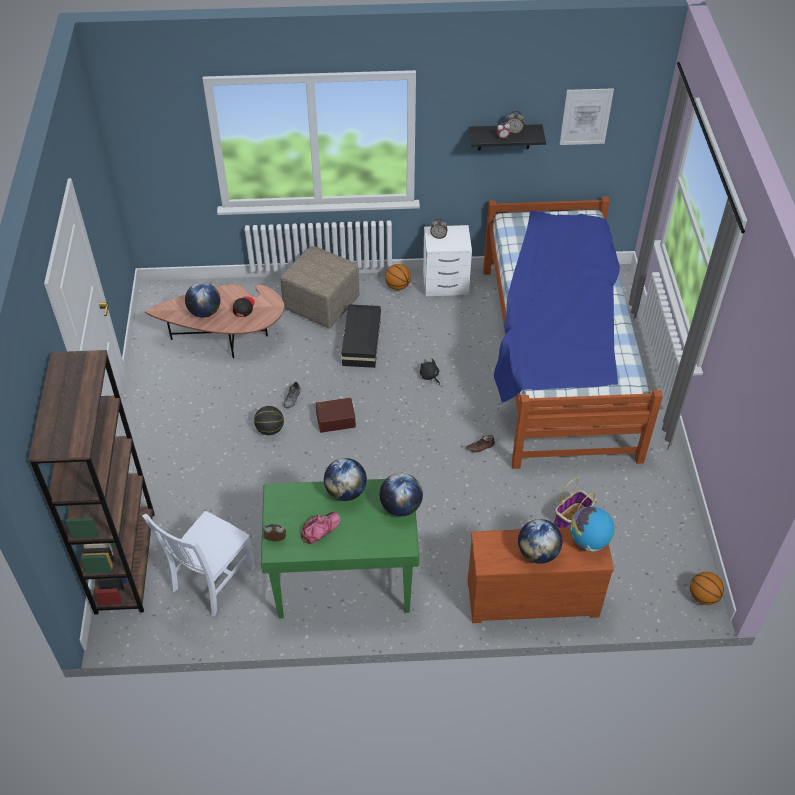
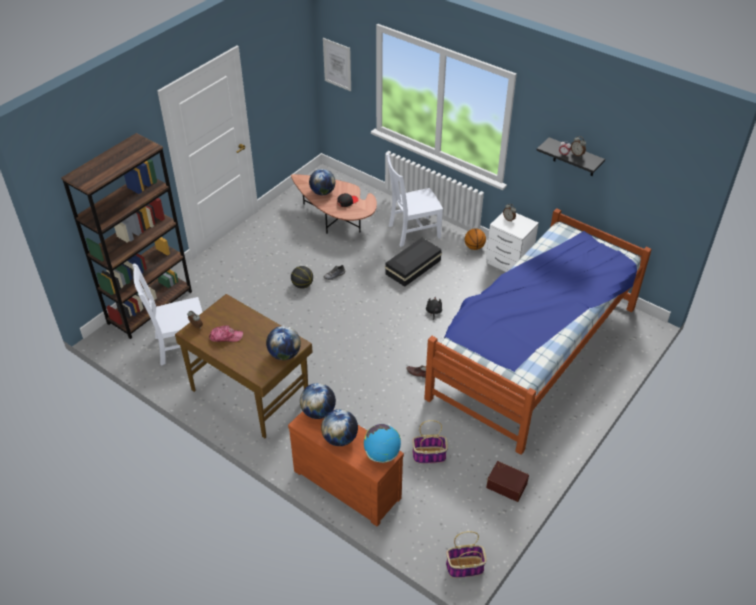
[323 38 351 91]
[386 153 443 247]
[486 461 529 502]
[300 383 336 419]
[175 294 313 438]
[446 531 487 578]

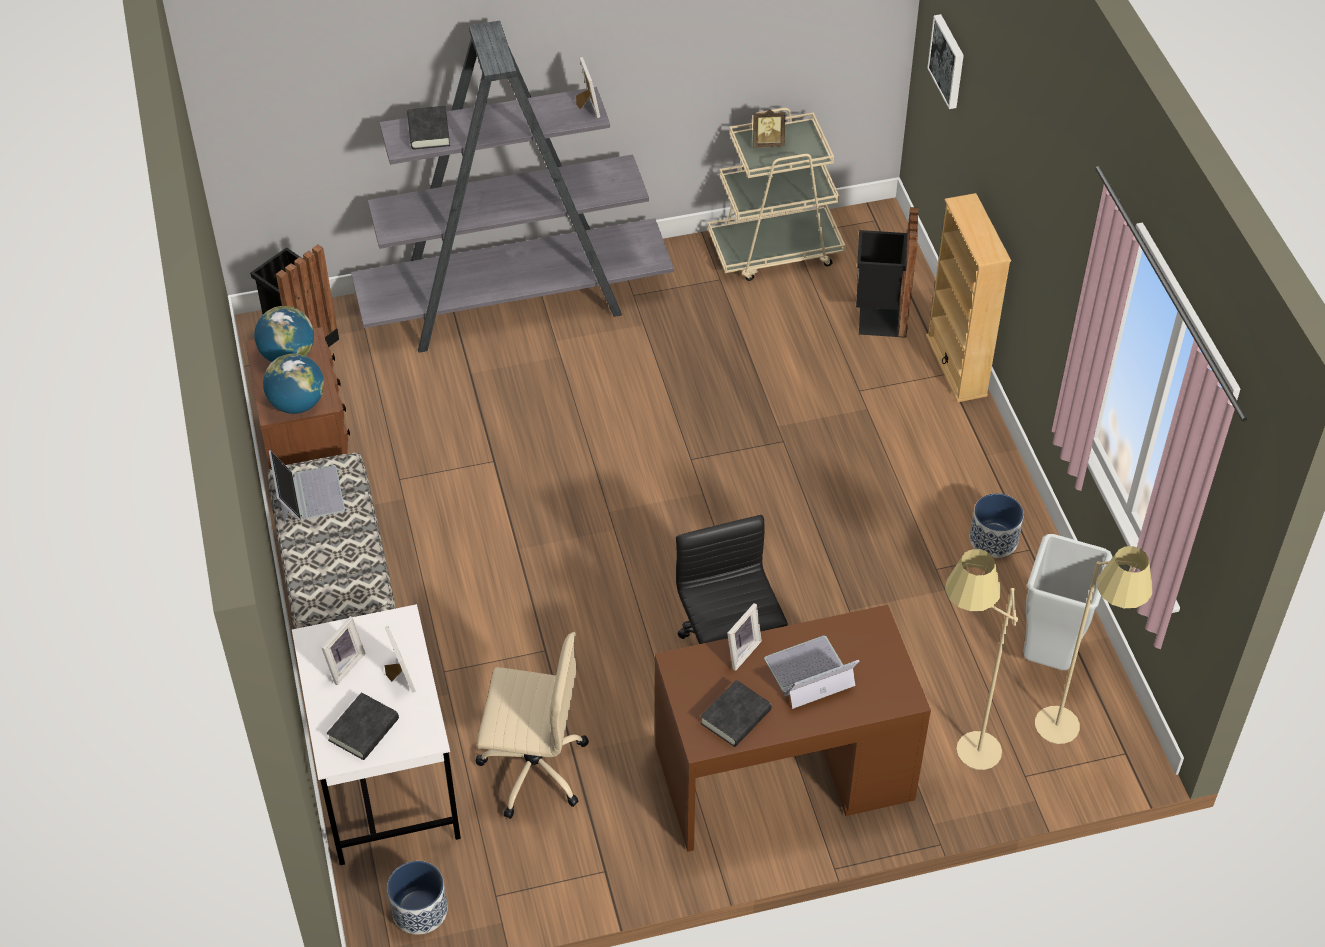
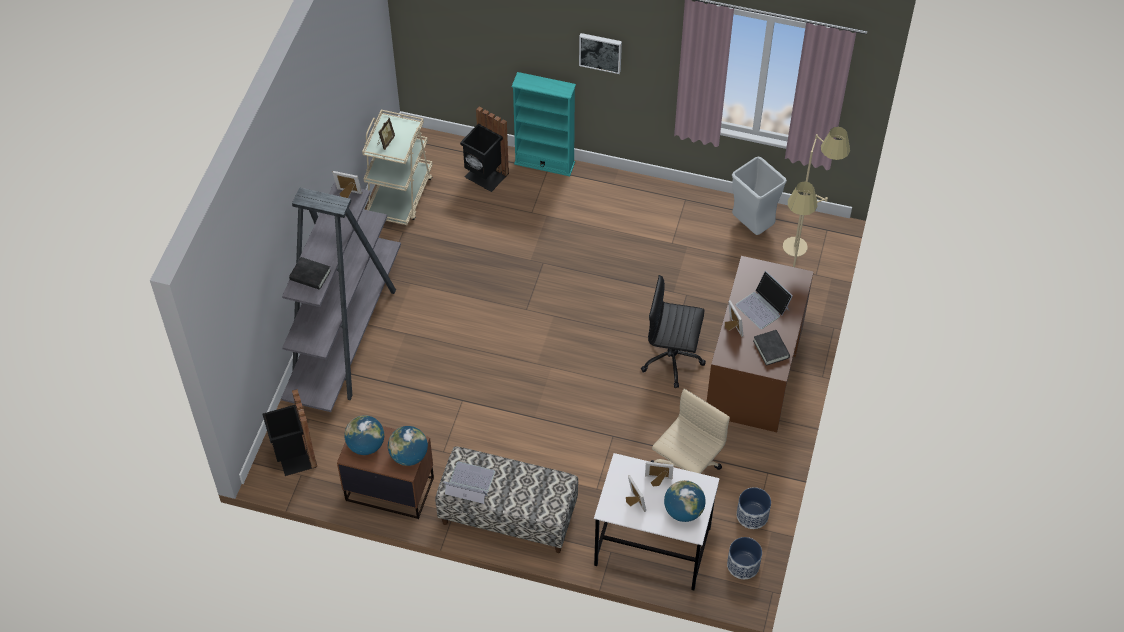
[579 33 622 74]
[512 72 576 176]
[737 487 771 529]
[736 271 793 329]
[664 480 706 522]

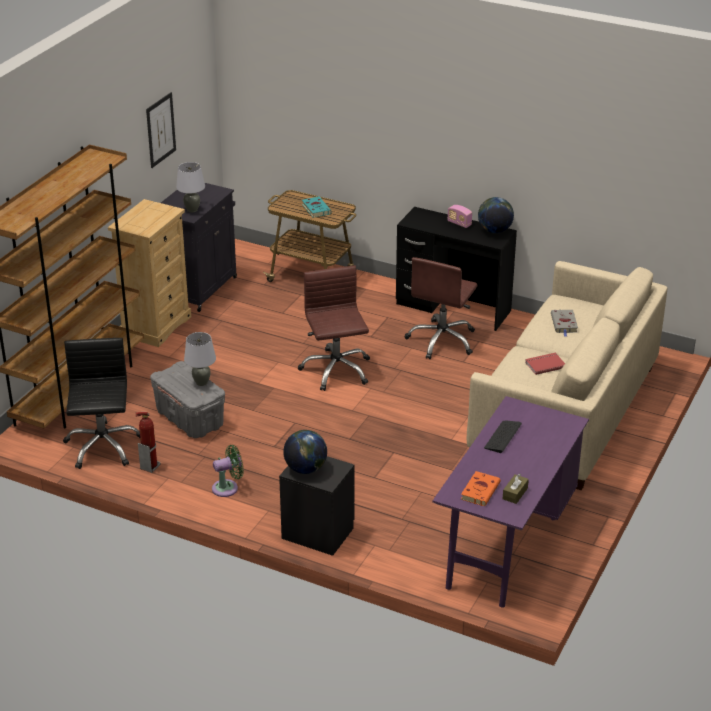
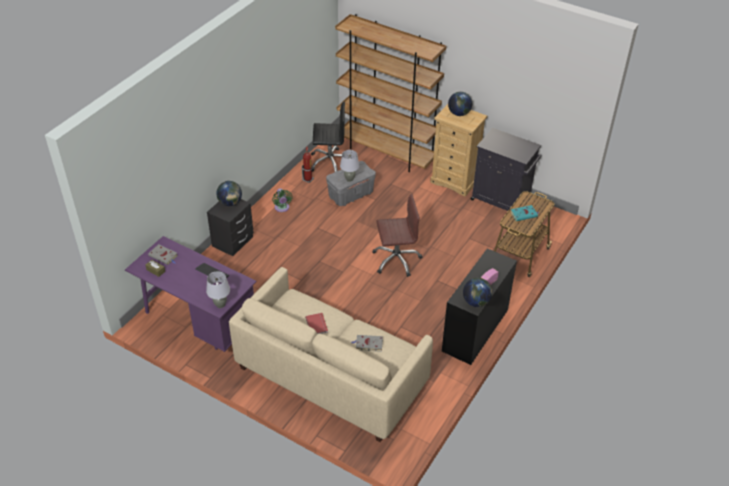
[146 92 176 168] (first image)
[206 271 230 308]
[405 257 477 359] (first image)
[148 244 178 265]
[448 92 472 116]

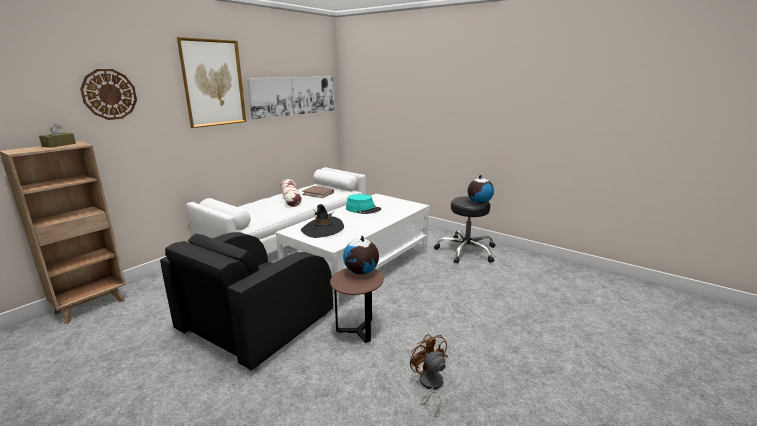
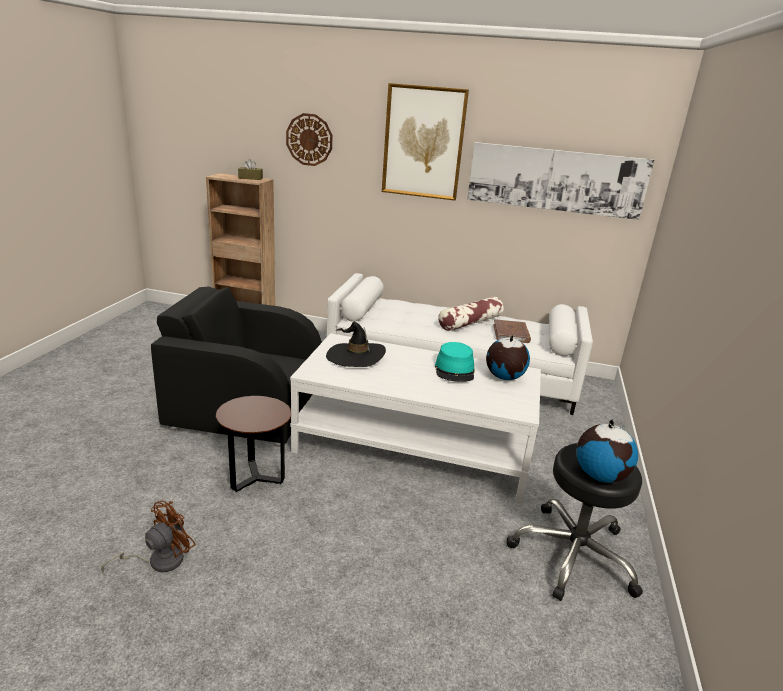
[486 335 530 380]

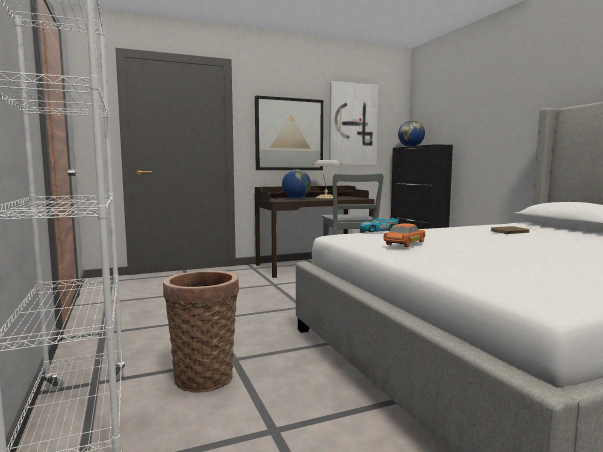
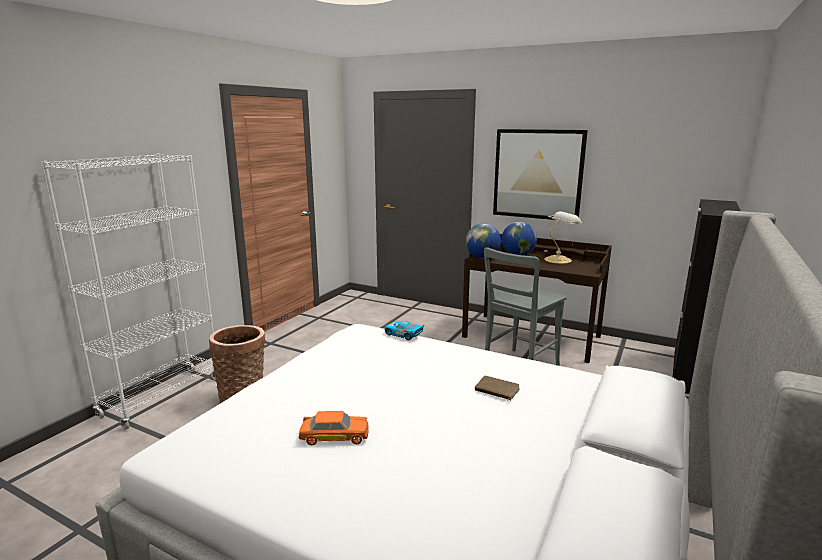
[329 81 378 165] (first image)
[466 223 501 259]
[299 411 369 445]

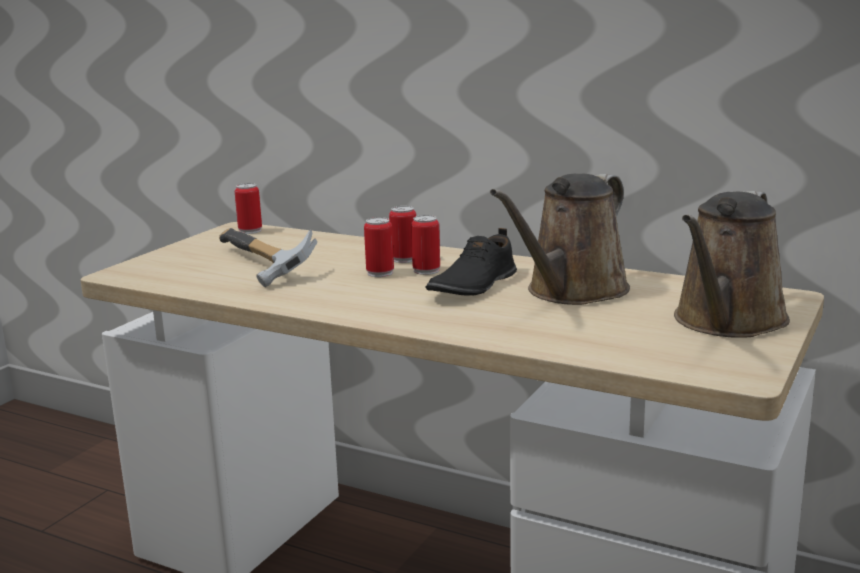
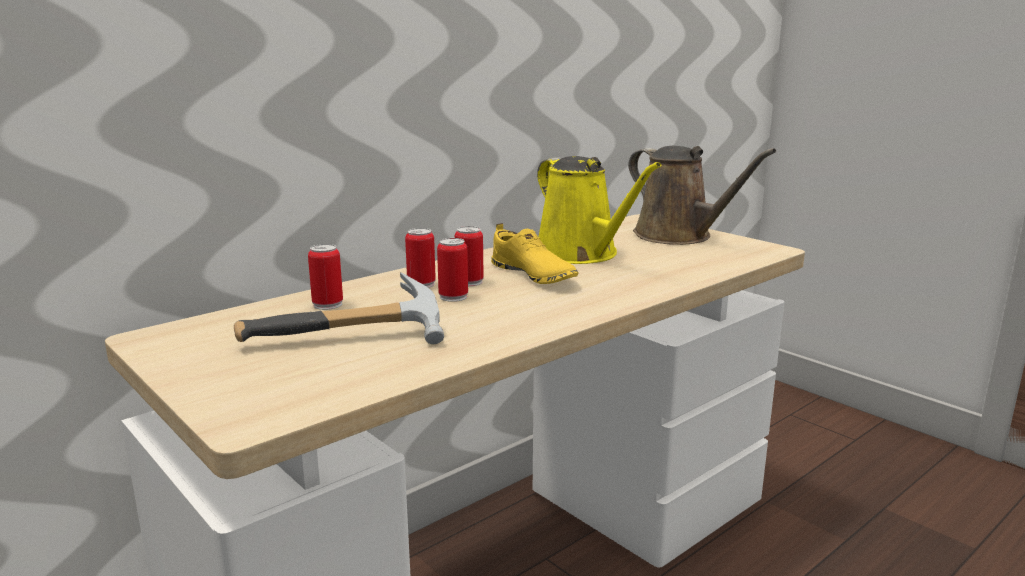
[537 156 661 264]
[308 244 343 310]
[491 223 579 284]

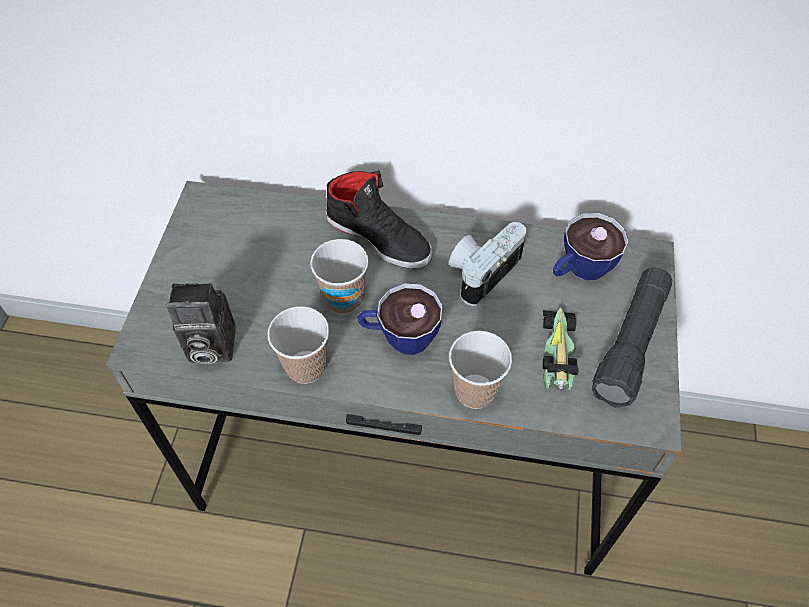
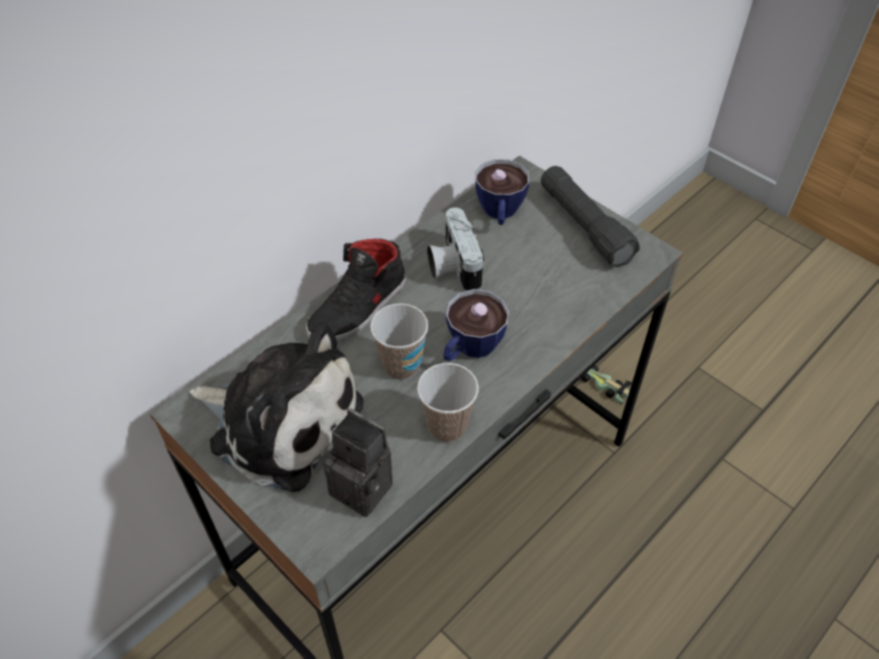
[306 239 406 342]
[324 409 393 517]
[581 365 631 404]
[449 331 512 409] (first image)
[189 322 363 492]

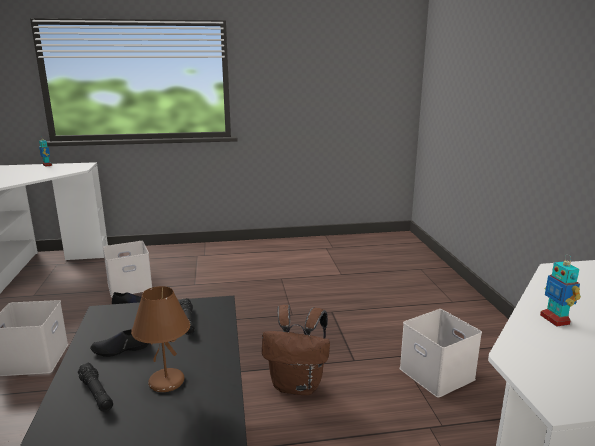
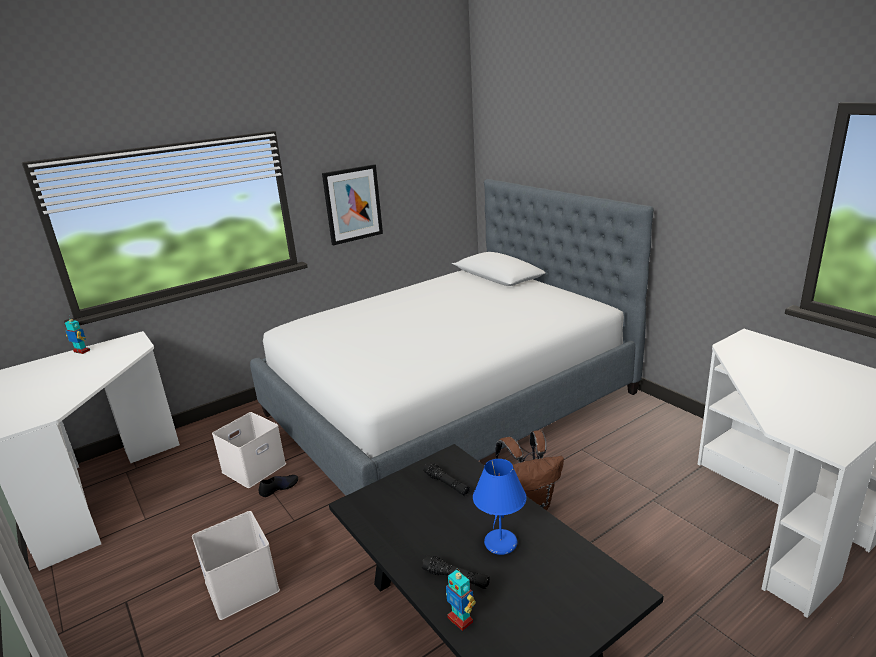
[446 568 476 631]
[473 459 527 555]
[399 309 482 398] (first image)
[90 329 149 357] (first image)
[322 164 383 245]
[250 179 654 496]

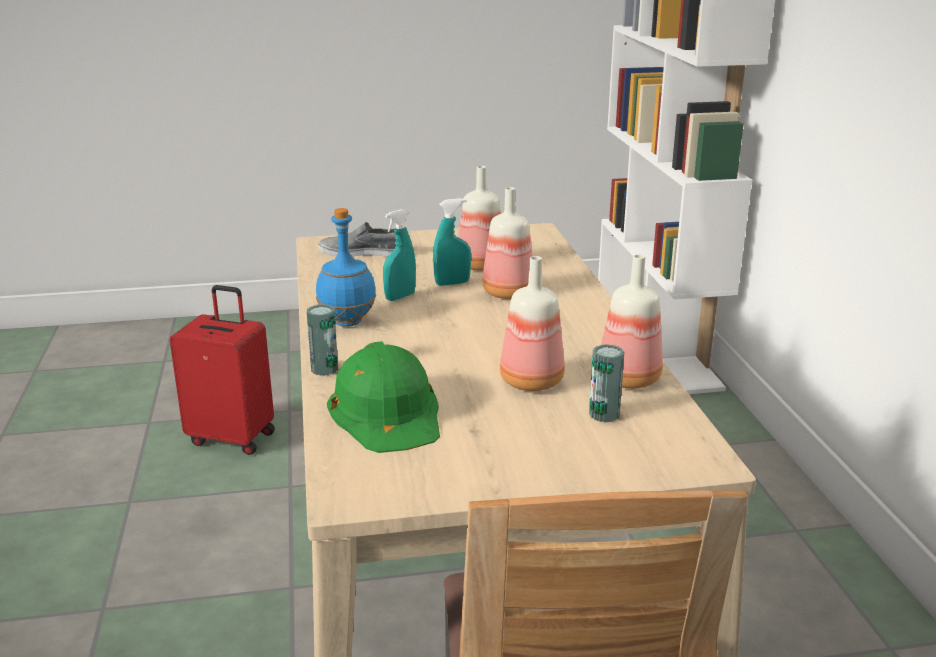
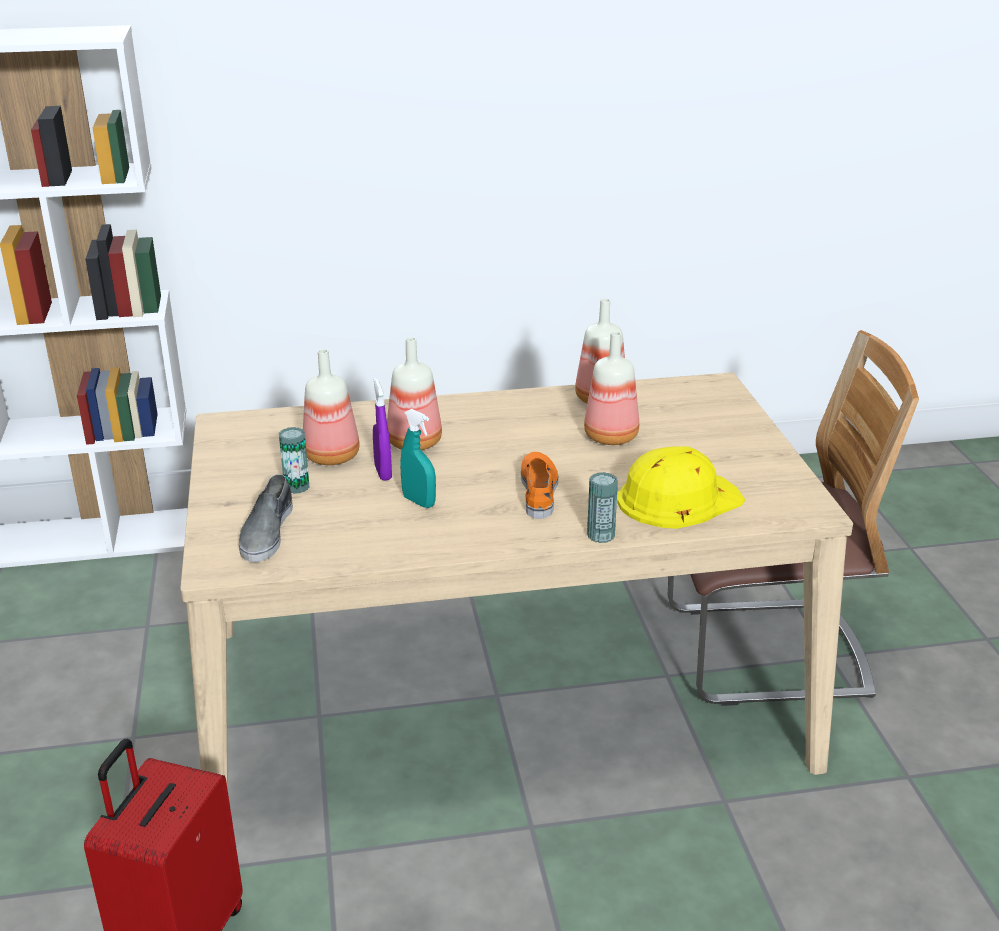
[373 378 392 481]
[316 208 376 327] (first image)
[617 446 745 529]
[279 427 310 494]
[521 452 558 519]

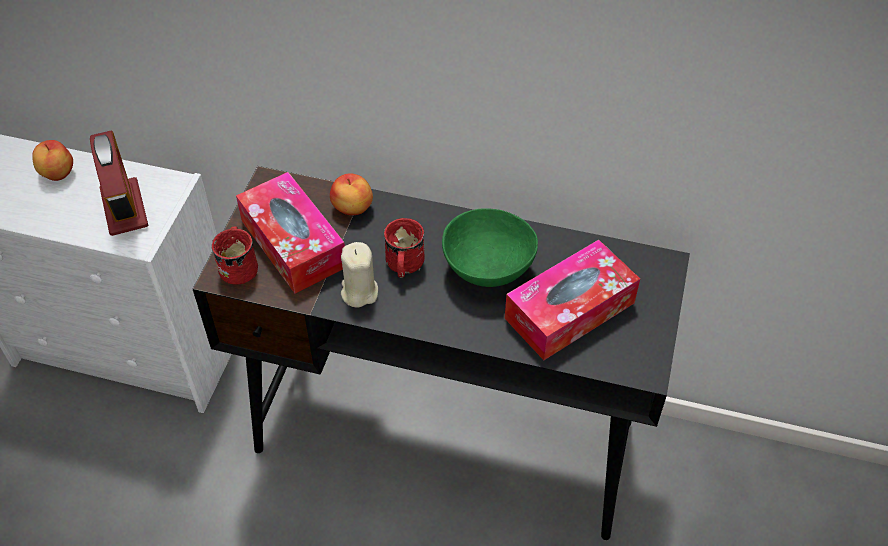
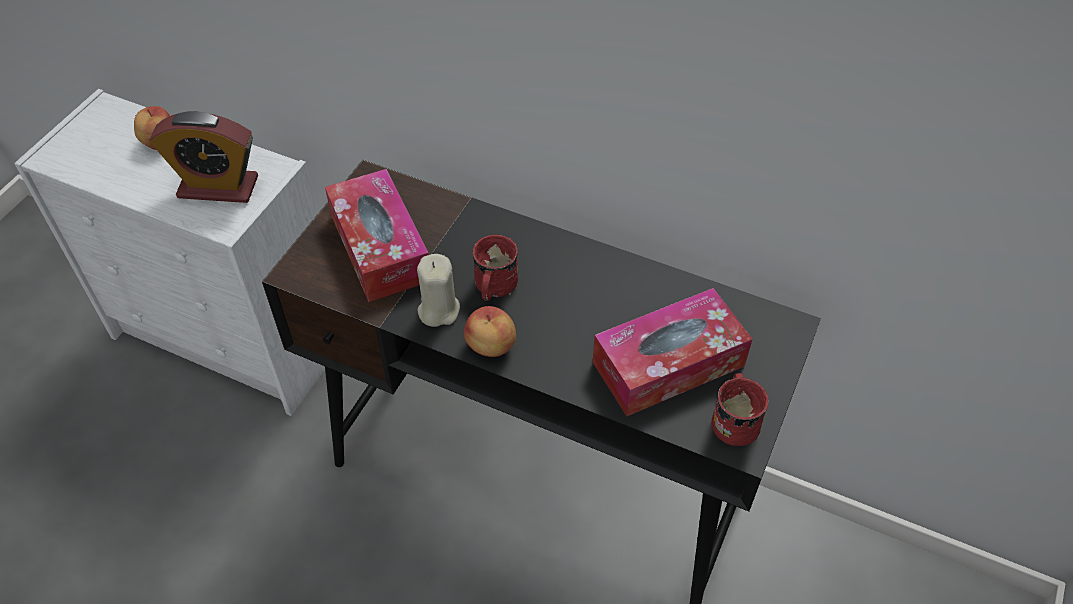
[149 111 258 203]
[464 306 516 357]
[442 208 538 287] (first image)
[711 373 769 446]

